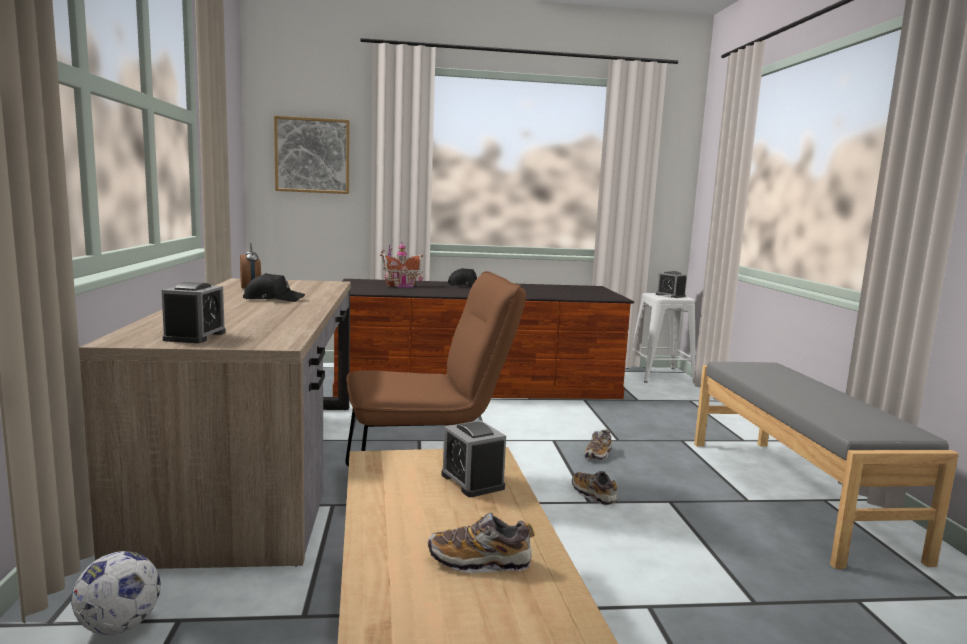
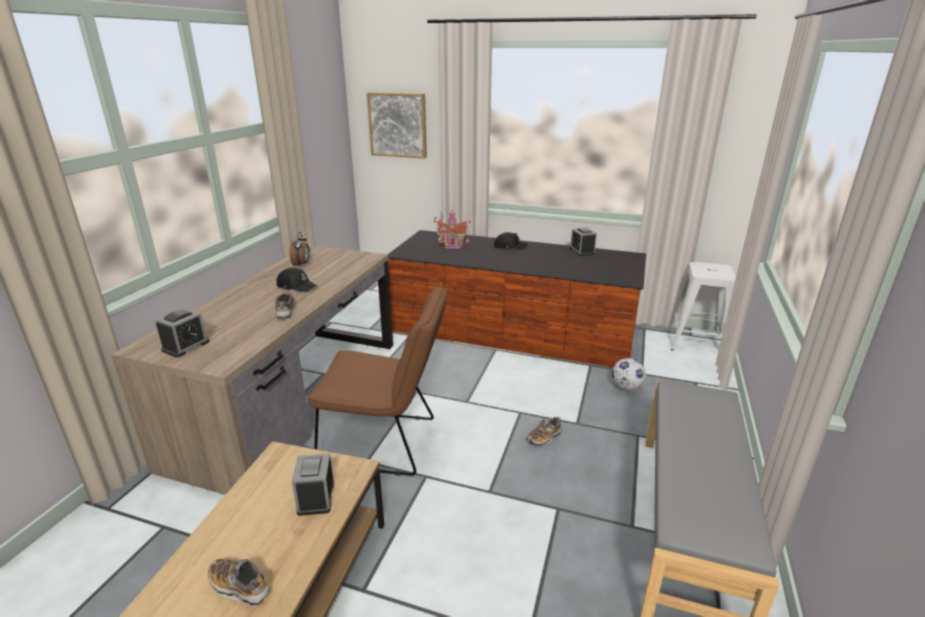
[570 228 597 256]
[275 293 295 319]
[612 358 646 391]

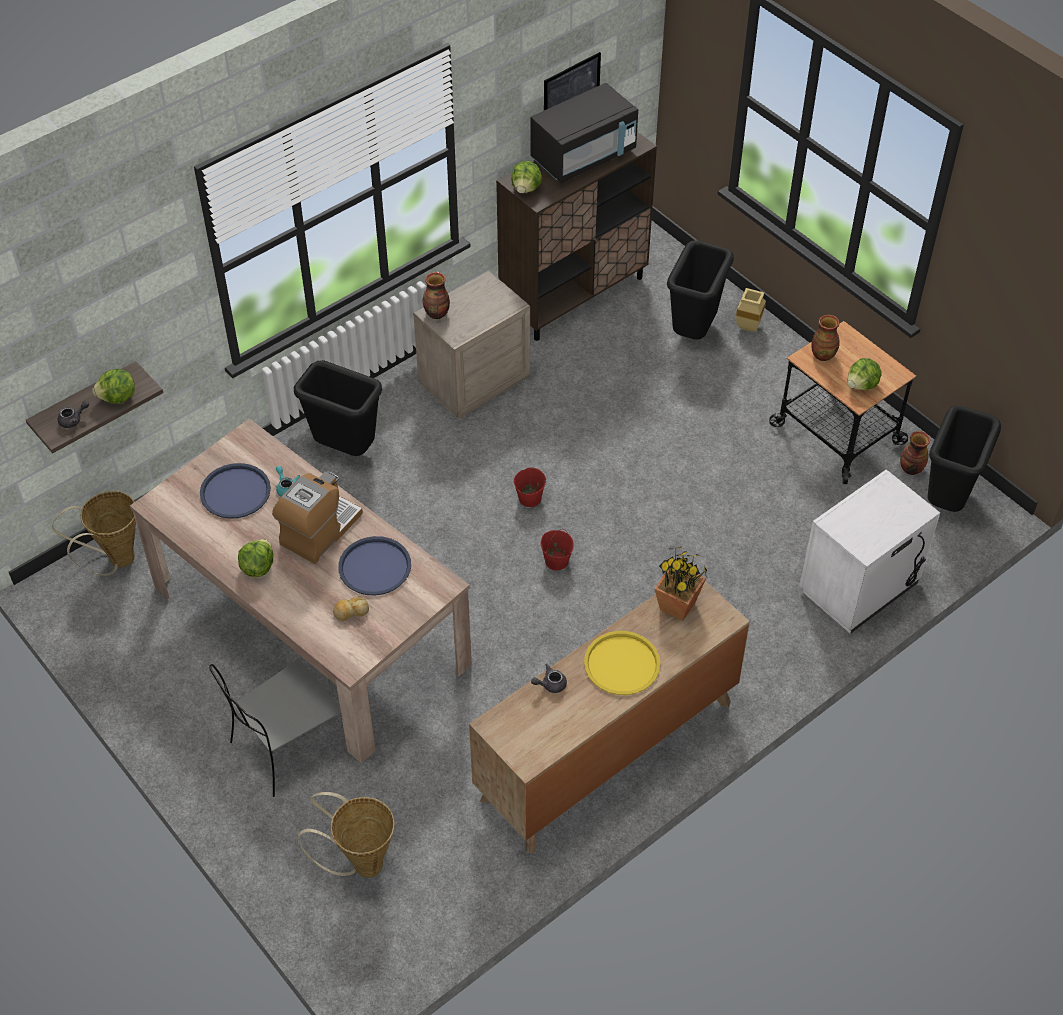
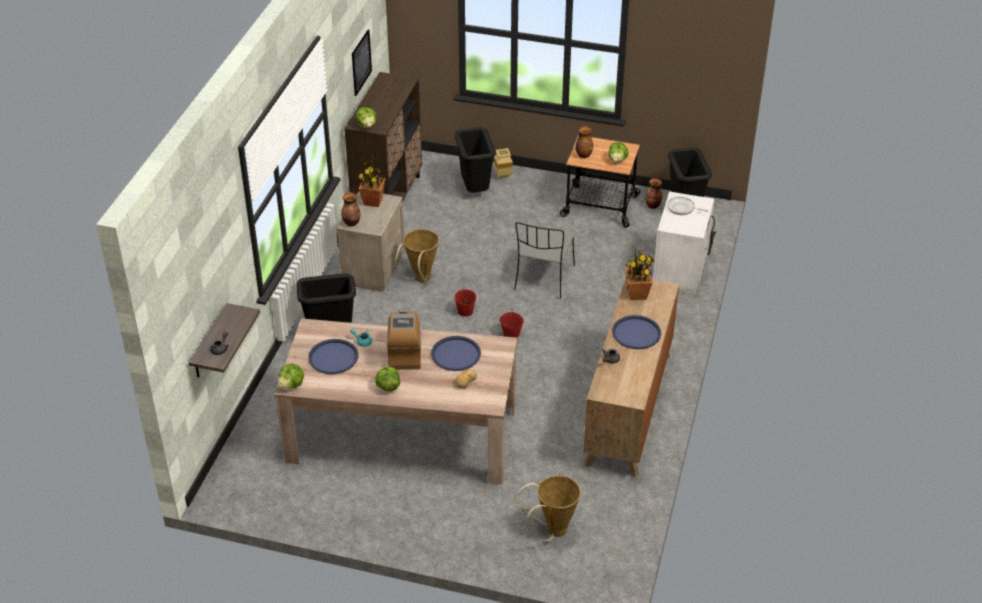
[530 83 638 183] (first image)
[278 364 304 389]
[395 229 439 284]
[612 315 661 349]
[514 222 575 299]
[358 155 386 207]
[667 197 709 215]

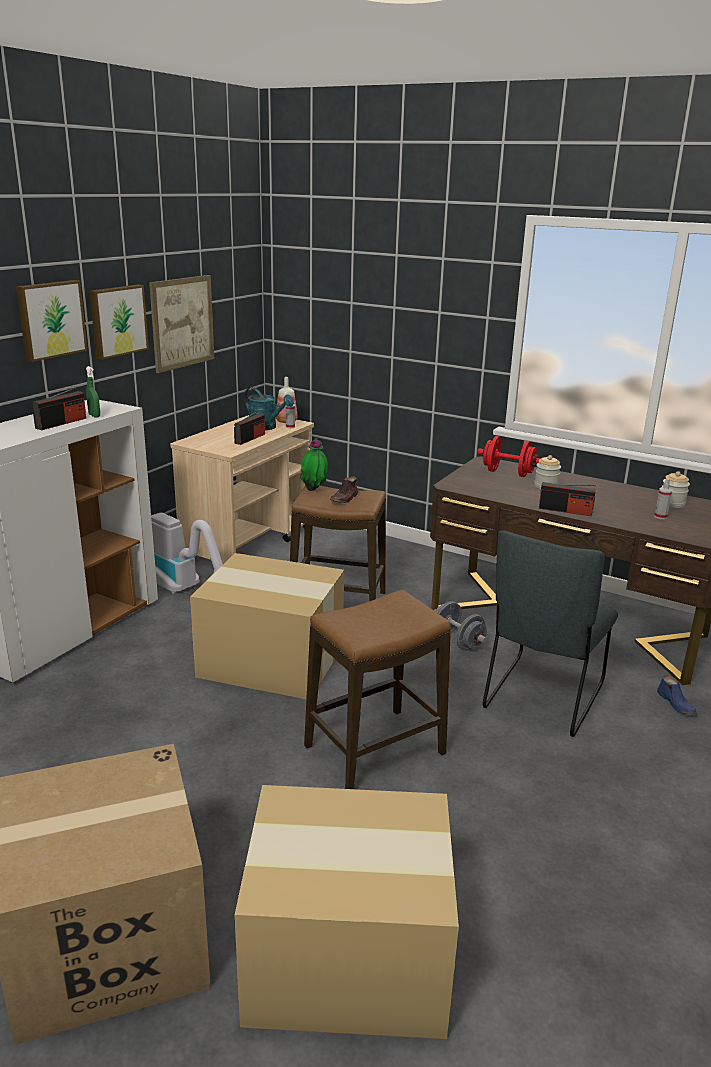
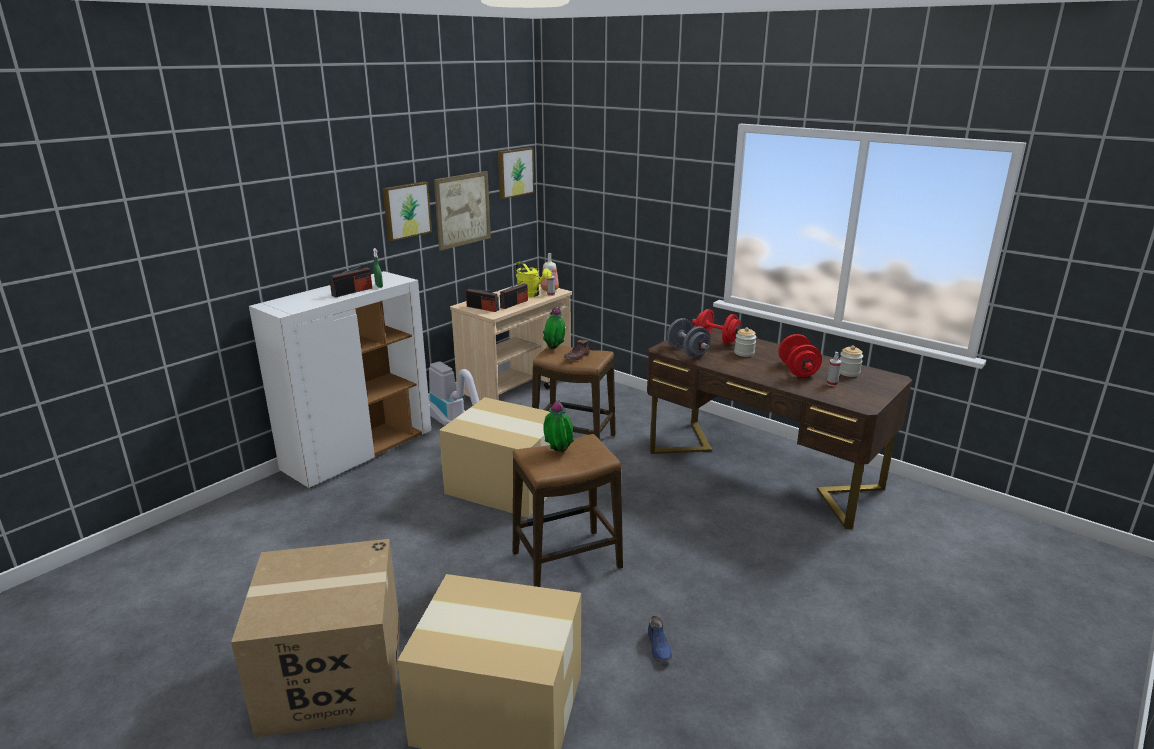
[498 147 534 199]
[515 261 551 297]
[466 289 499 312]
[483 530 618 737] (first image)
[667 318 711 358]
[648 616 672 663]
[778 334 822 377]
[543 400 574 452]

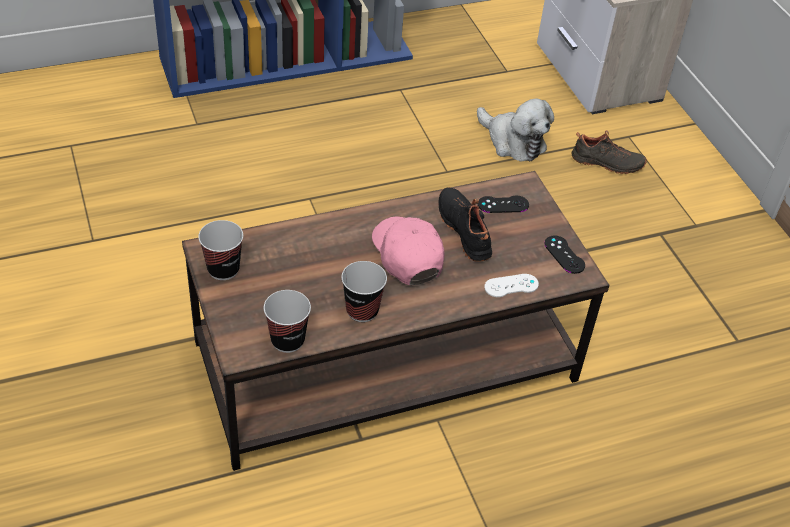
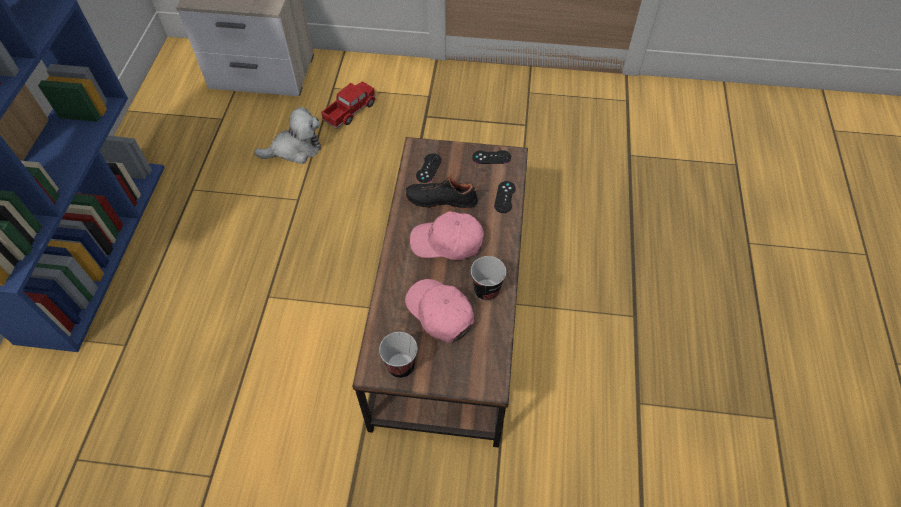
[321 81 376 129]
[494 181 516 213]
[264 290 311 353] (first image)
[405 279 474 343]

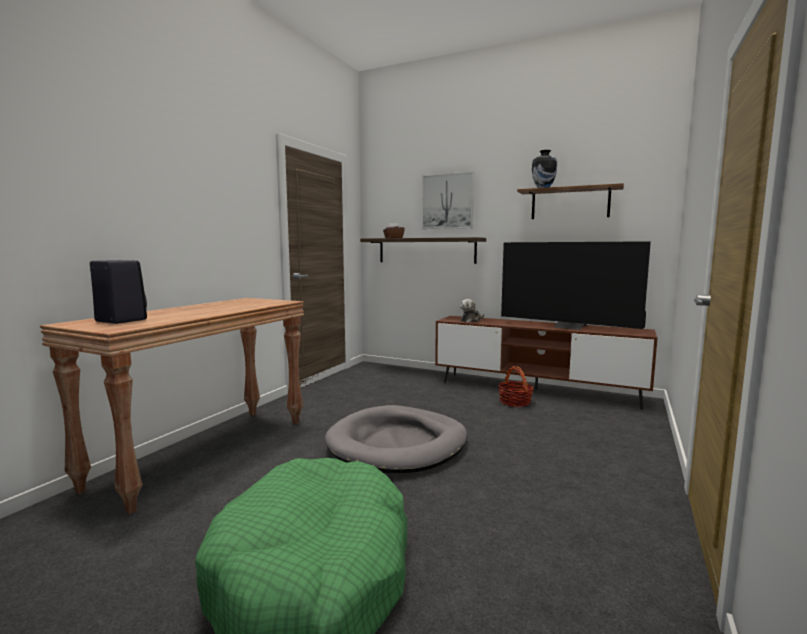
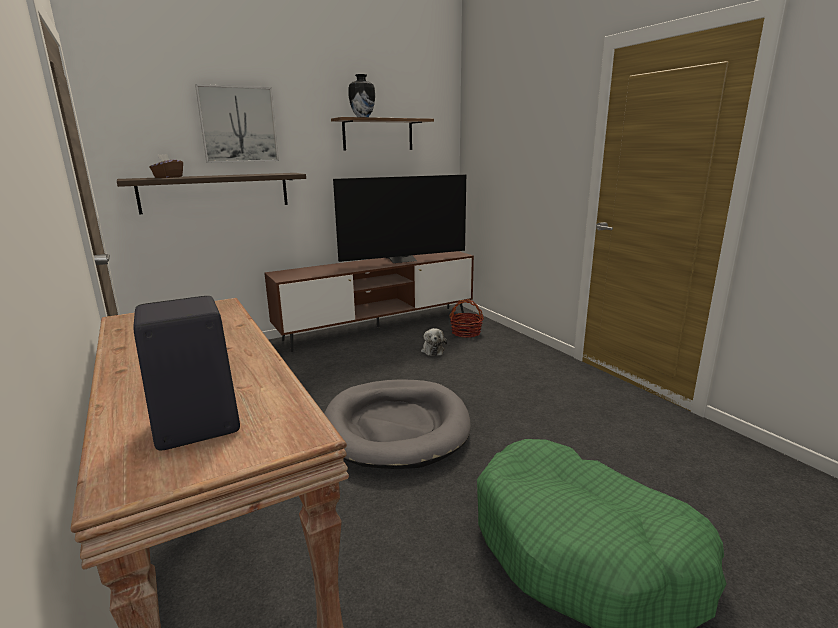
[421 328 447 356]
[449 299 484 337]

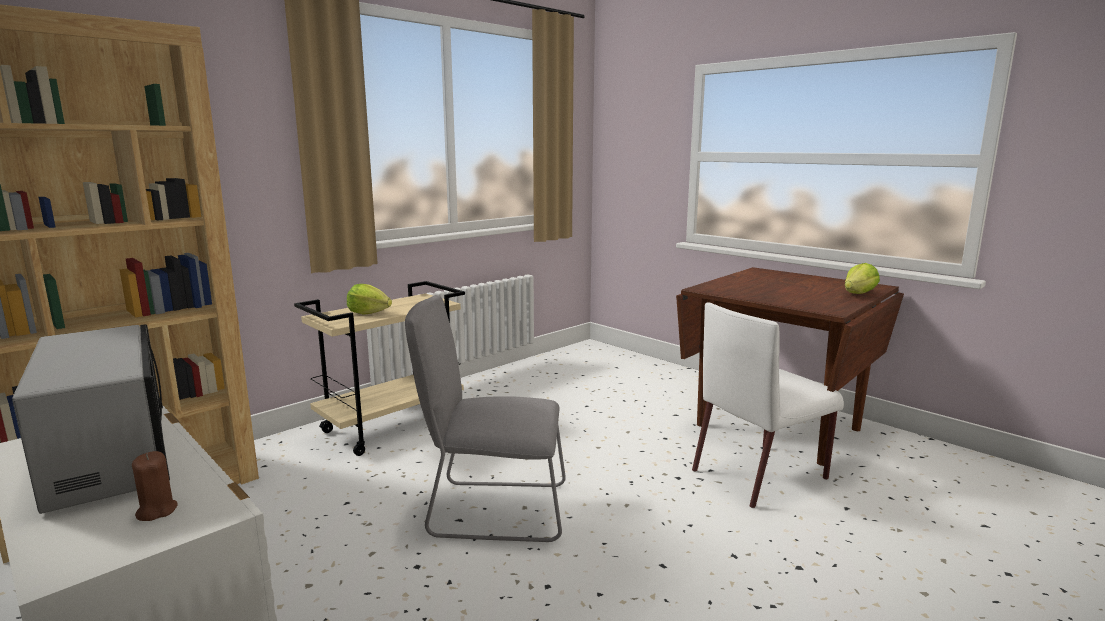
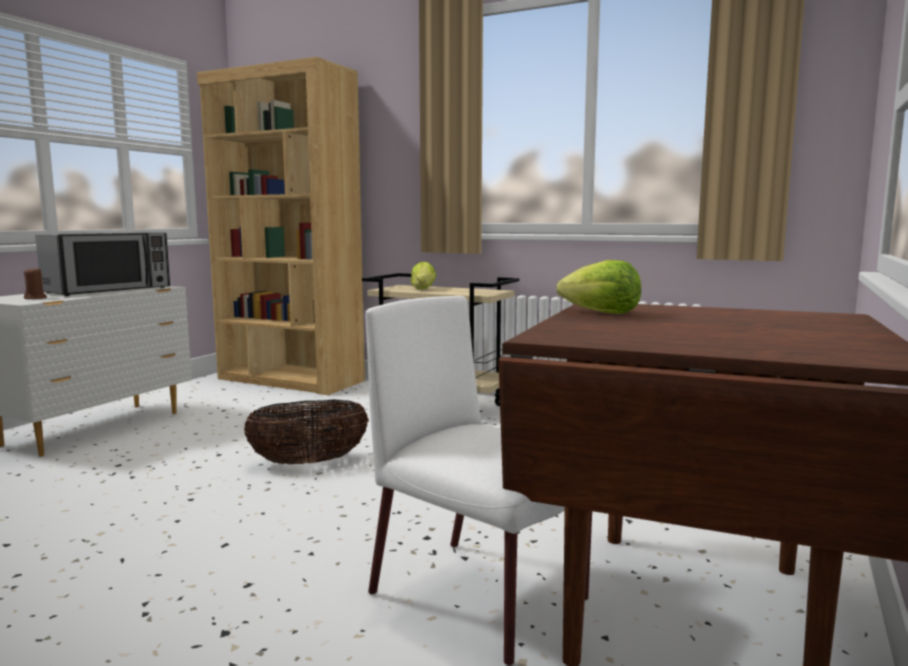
[557 260 641 314]
[244 399 369 465]

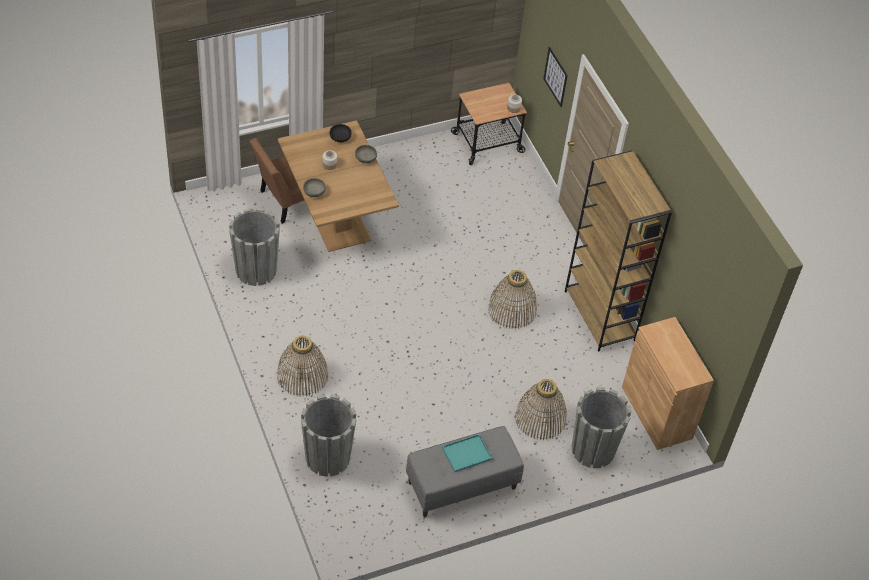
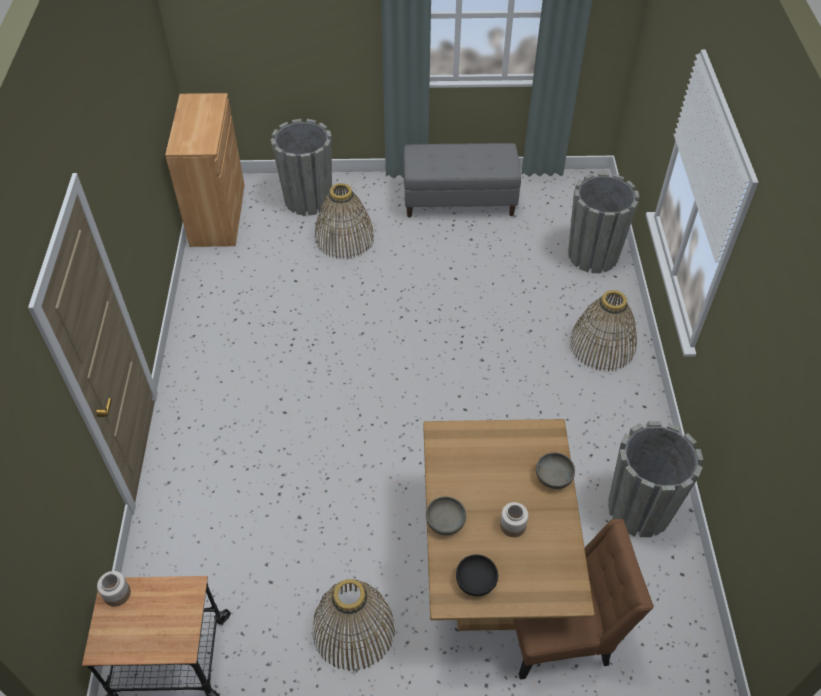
[544 47 568 107] (first image)
[565 150 672 352] (first image)
[312 579 395 671]
[442 434 492 472] (first image)

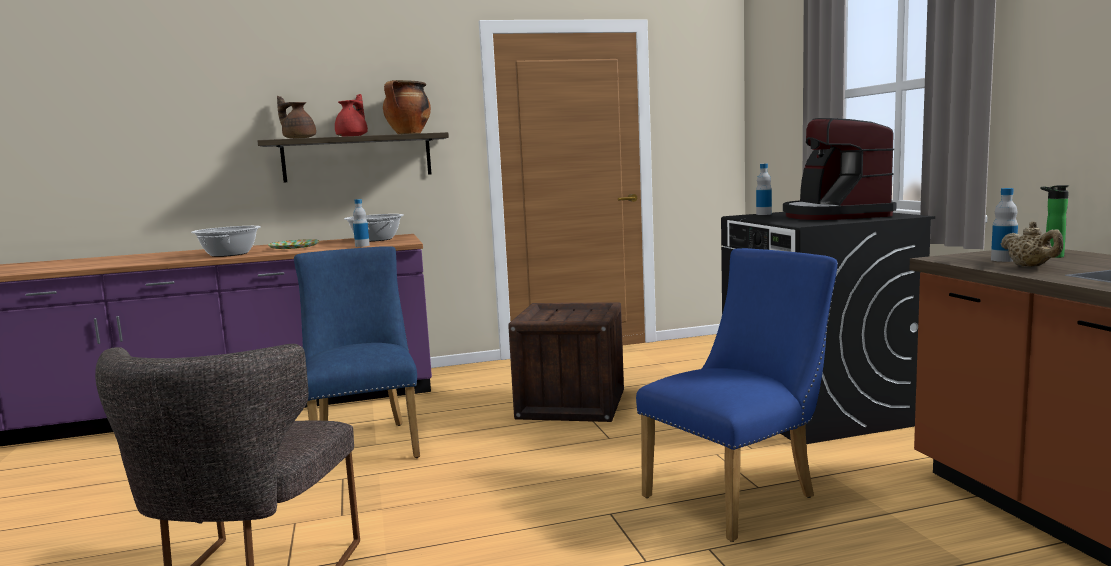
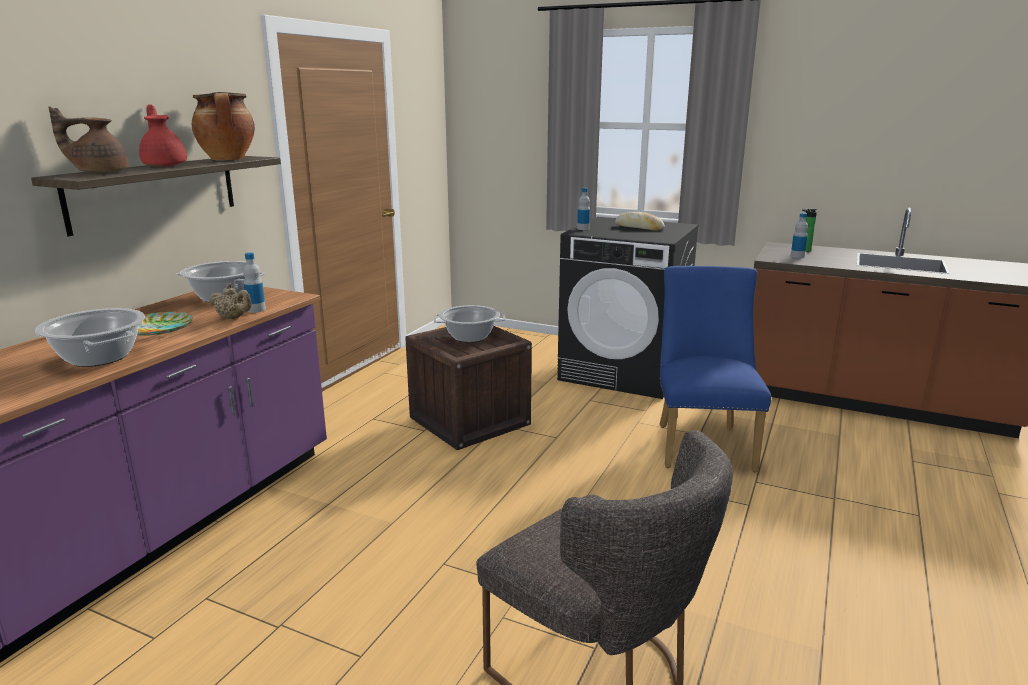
[615 212 665 231]
[209 283 252 319]
[294 246 420 458] (first image)
[434 305 506 342]

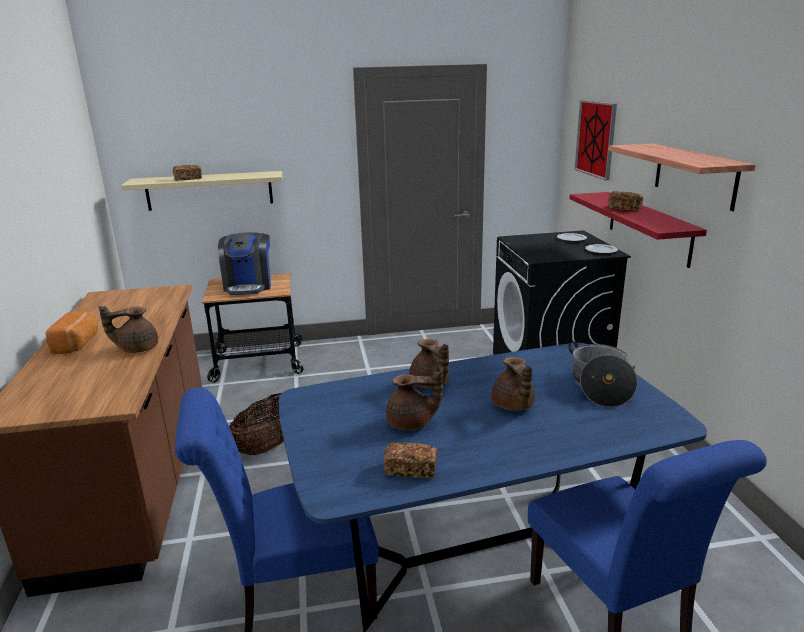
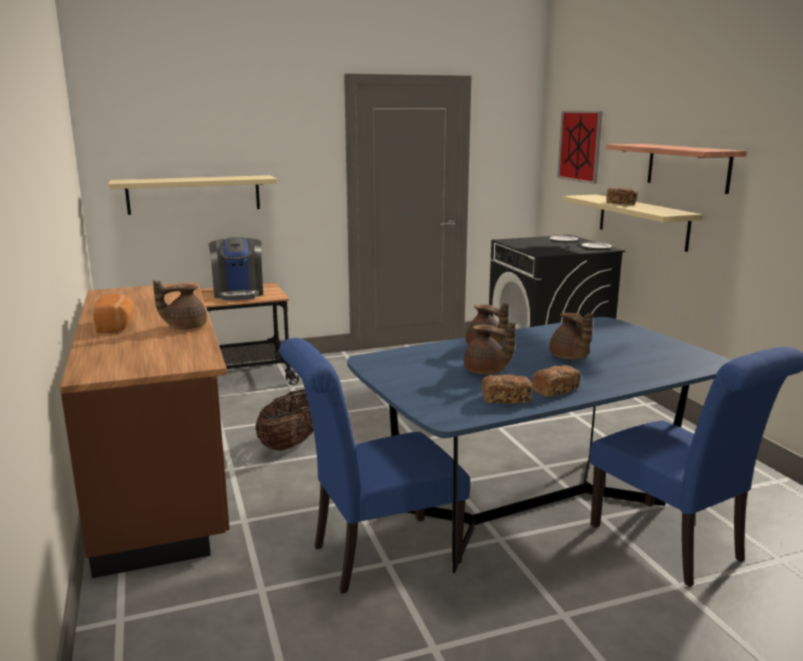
[532 365 581 397]
[562 195 703 252]
[568 341 638 407] (first image)
[464 322 516 375]

